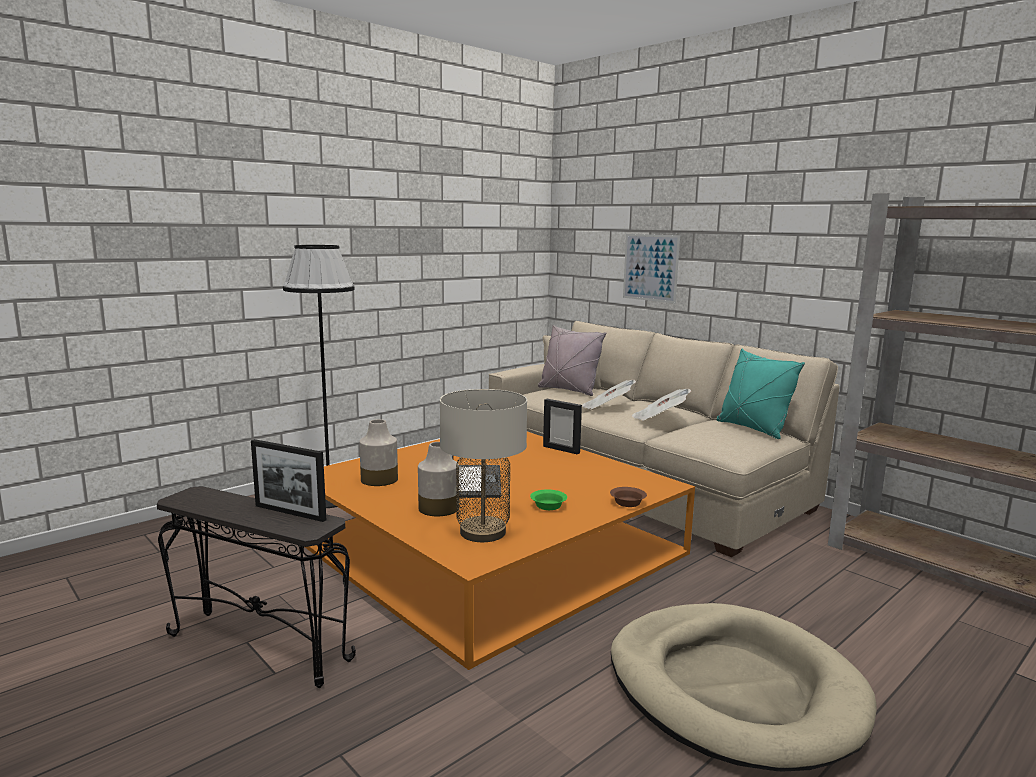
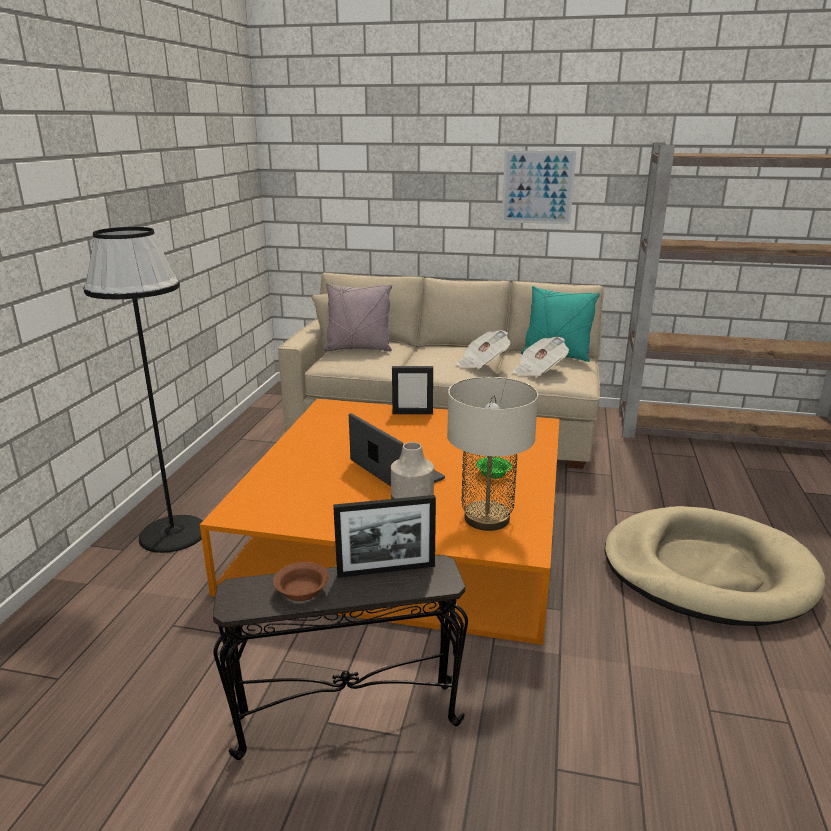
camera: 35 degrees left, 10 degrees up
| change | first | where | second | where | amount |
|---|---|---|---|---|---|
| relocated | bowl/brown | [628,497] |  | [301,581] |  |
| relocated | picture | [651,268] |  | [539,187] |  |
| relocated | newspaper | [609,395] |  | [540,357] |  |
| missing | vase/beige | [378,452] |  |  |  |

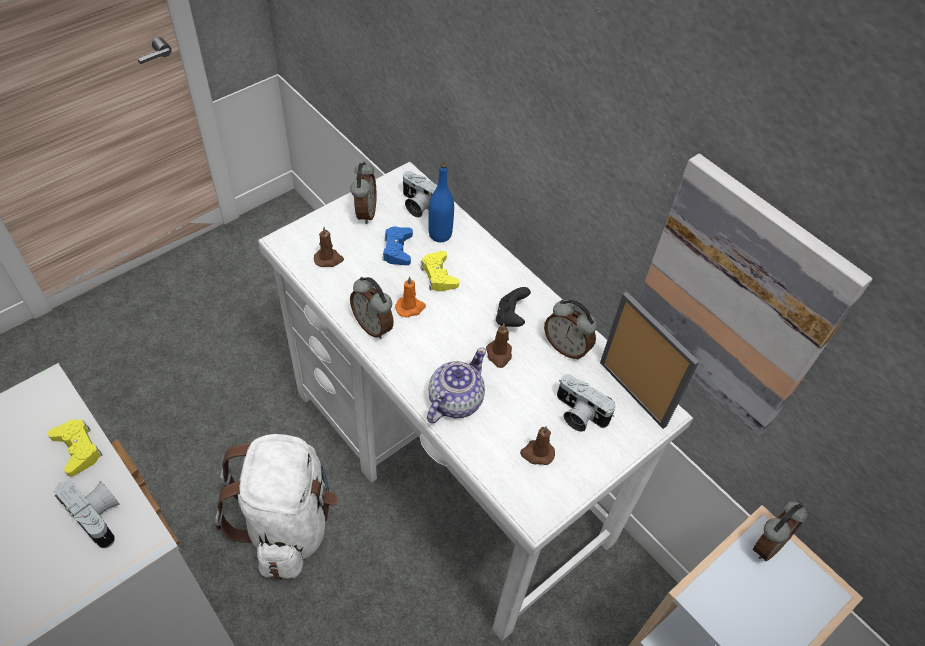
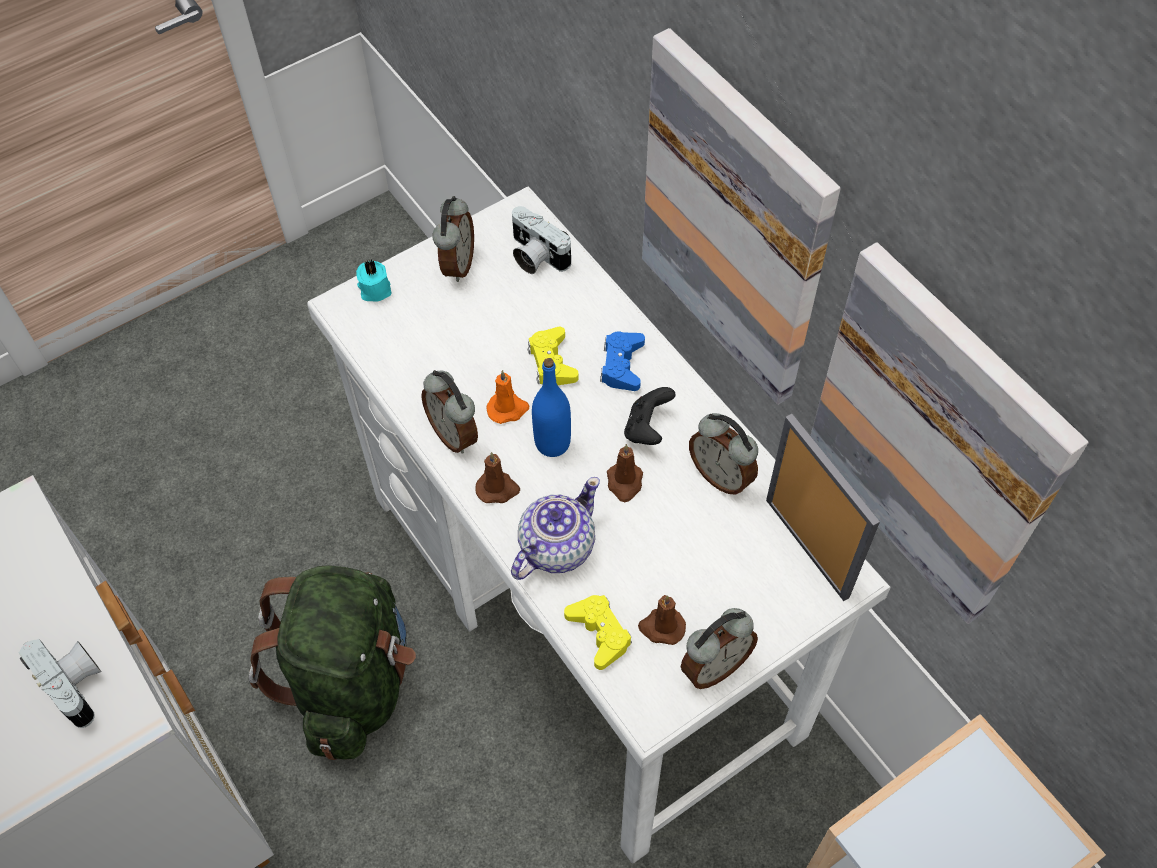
camera: 10 degrees right, 5 degrees up
| change | first | where | second | where | amount |
|---|---|---|---|---|---|
| colour | backpack/white | [276,507] | backpack/green | [332,662] |  |
| appeared |  |  | candle/turquoise | [374,281] |  |
| relocated | candle/brown | [329,247] |  | [497,477] |  |
| relocated | bottle/blue | [441,202] |  | [551,407] |  |
| relocated | game controller/yellow | [75,448] |  | [598,632] |  |
| relocated | game controller/blue | [398,245] |  | [622,361] |  |
| appeared |  |  | picture | [741,216] |  |
| relocated | alarm clock | [780,531] |  | [719,648] |  |
| missing | photo camera | [586,403] |  |  |  |

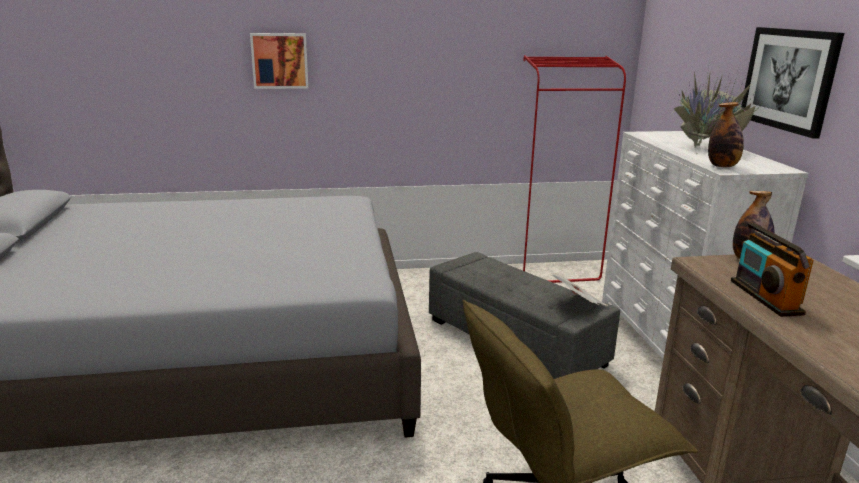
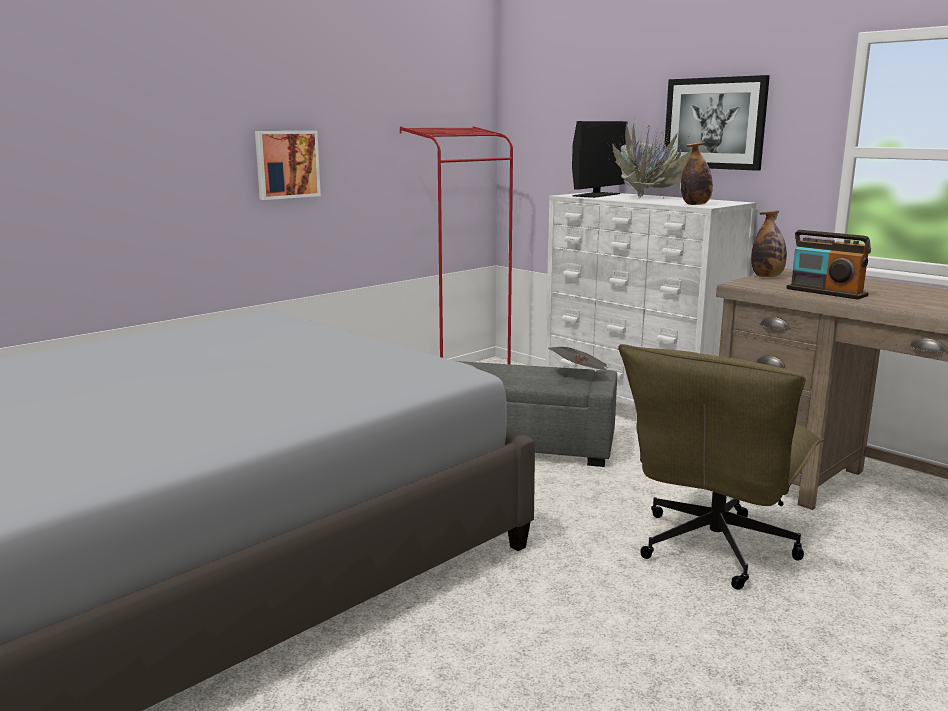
camera: 35 degrees left, 5 degrees down
| change | first | where | second | where | amount |
|---|---|---|---|---|---|
| relocated | picture | [279,61] |  | [288,165] |  |
| appeared |  |  | monitor | [599,159] |  |

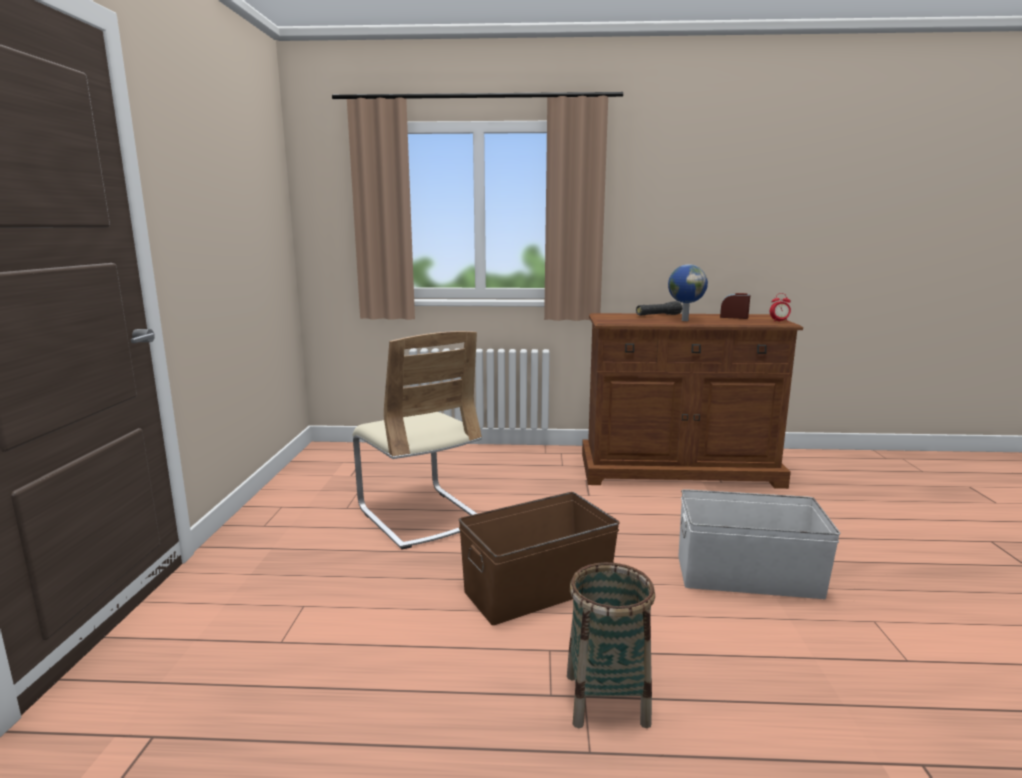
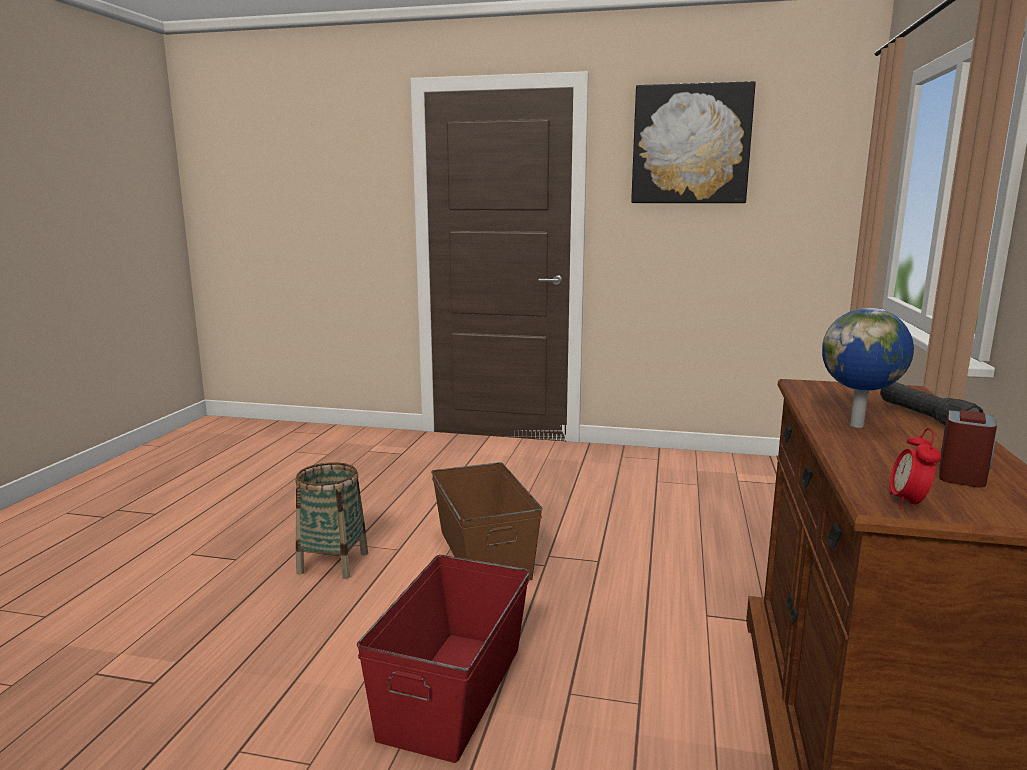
camera: 100 degrees right, 0 degrees up
| change | first | where | second | where | amount |
|---|---|---|---|---|---|
| colour | storage box/white | [759,544] | storage box/red | [443,659] |  |
| appeared |  |  | picture | [693,142] |  |
| missing | chair/beige | [417,440] |  |  |  |

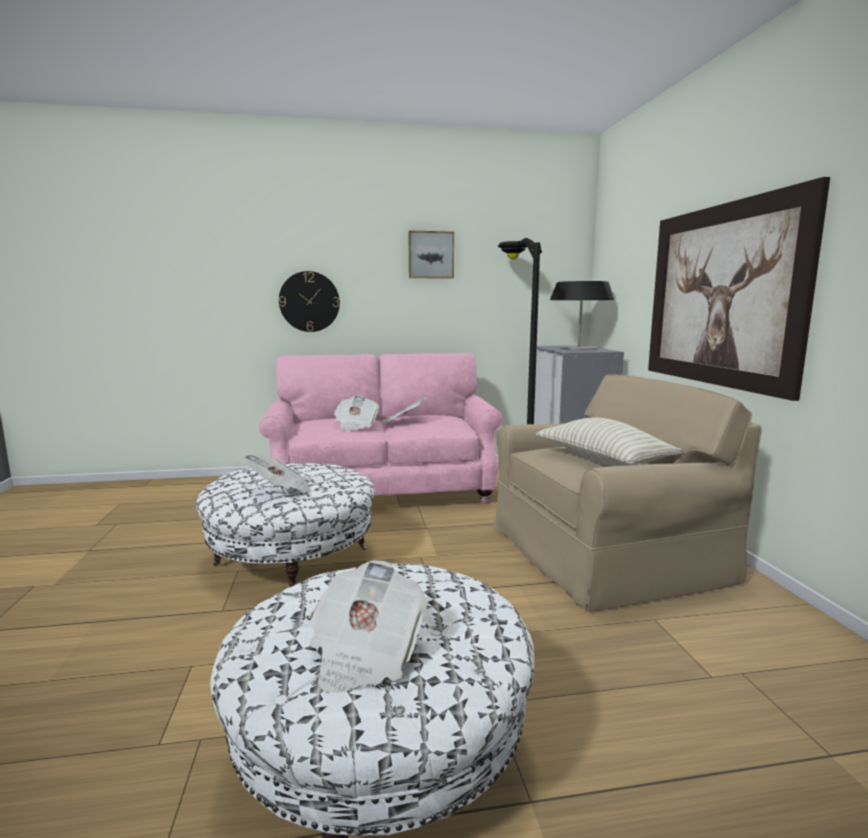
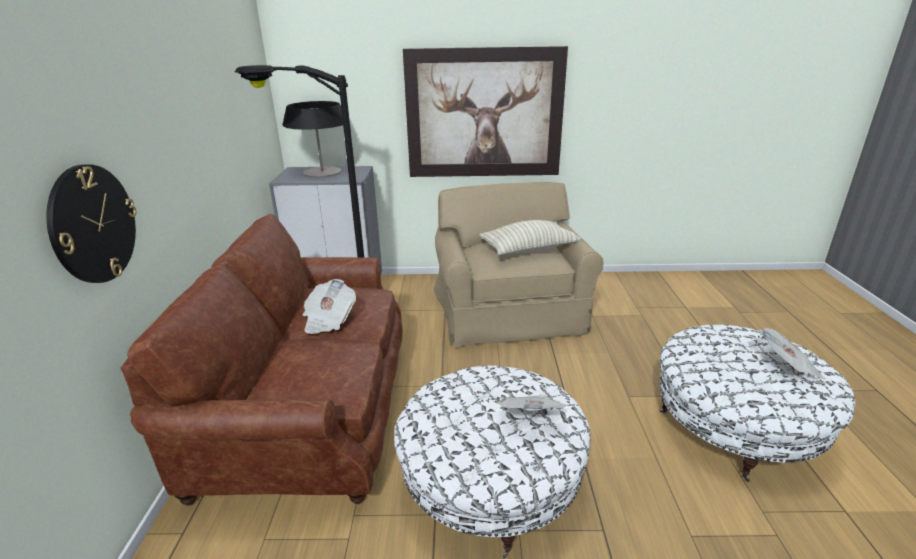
camera: 80 degrees left, 15 degrees up
| change | first | where | second | where | amount |
|---|---|---|---|---|---|
| colour | sofa/pink | [381,428] | sofa/brown | [262,360] |  |
| missing | newspaper | [356,413] |  |  |  |
| missing | picture | [431,255] |  |  |  |

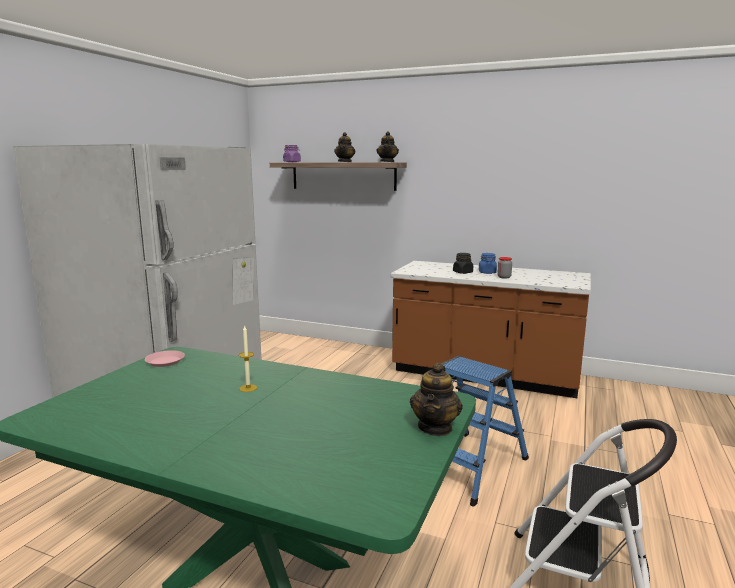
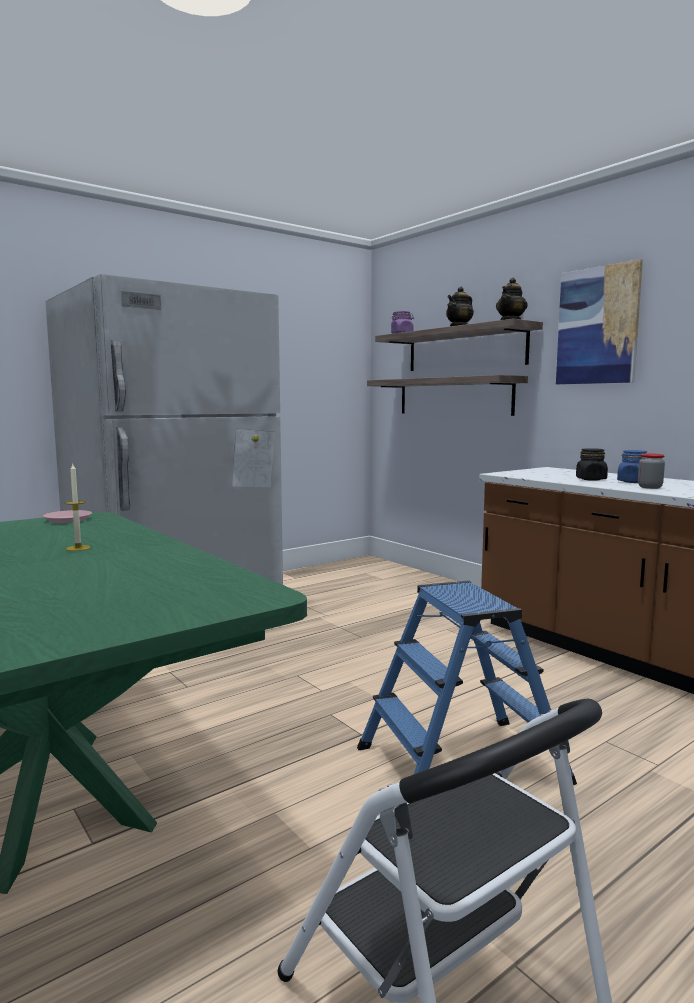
camera: 30 degrees right, 5 degrees down
| change | first | where | second | where | amount |
|---|---|---|---|---|---|
| appeared |  |  | shelf | [447,395] |  |
| appeared |  |  | picture | [599,321] |  |
| missing | teapot | [436,399] |  |  |  |

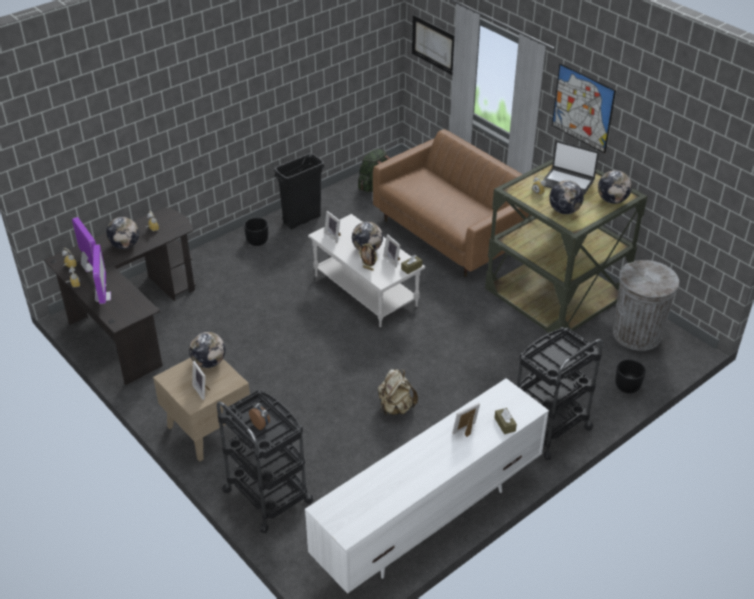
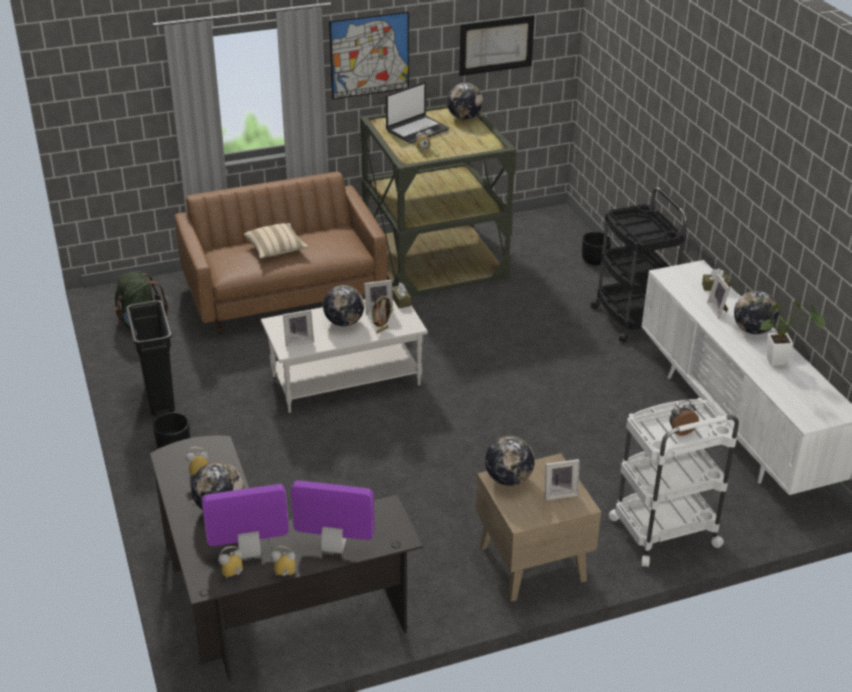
camera: 70 degrees left, 5 degrees down
| change | first | where | second | where | amount |
|---|---|---|---|---|---|
| appeared |  |  | pillow/beige | [276,240] |  |
| relocated | picture | [433,45] |  | [497,45] |  |
| colour | cart/black | [265,461] | cart/white | [674,482] |  |
| relocated | globe | [566,197] |  | [756,312] |  |
| appeared |  |  | potted plant | [789,331] |  |
| missing | backpack/beige | [398,392] |  |  |  |
| missing | trash can/grey | [646,305] |  |  |  |

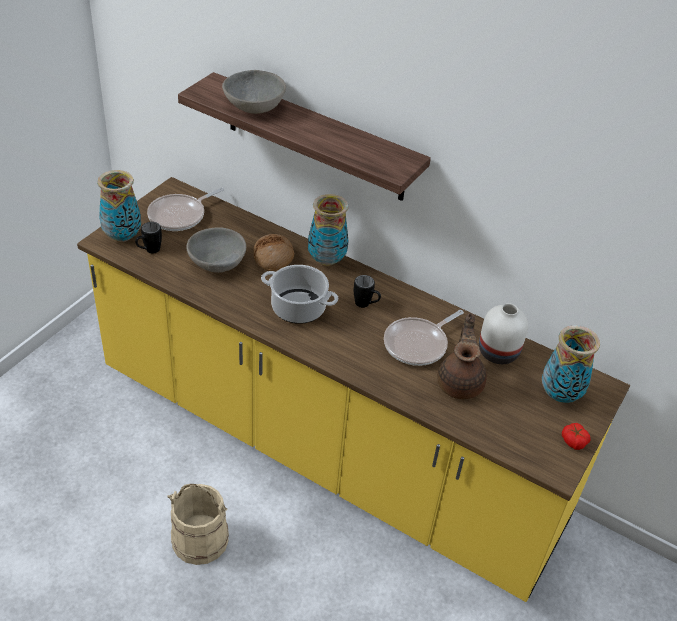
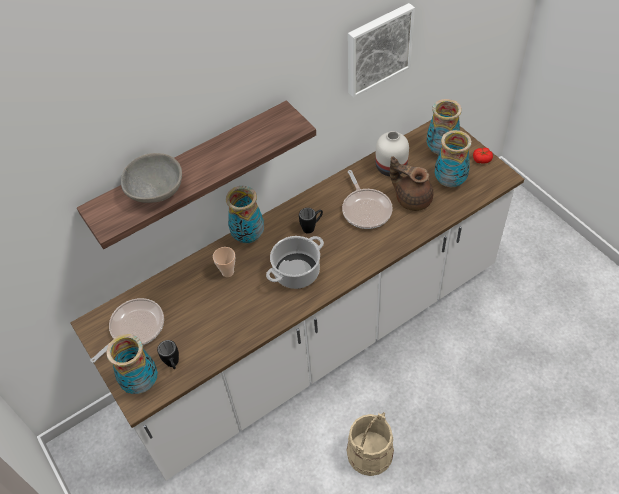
camera: 60 degrees left, 10 degrees up
| change | first | where | second | where | amount |
|---|---|---|---|---|---|
| colour | counter/yellow | [353,389] | counter/white | [297,300] |  |
| spun | frying pan | [185,209] |  | [127,330] | 120 degrees counterclockwise |
| exchanged | bread | [273,252] | cup | [224,262] |  |
| appeared |  |  | picture | [381,50] |  |
| appeared |  |  | vase | [453,159] |  |
| missing | bowl/grey | [216,250] |  |  |  |

